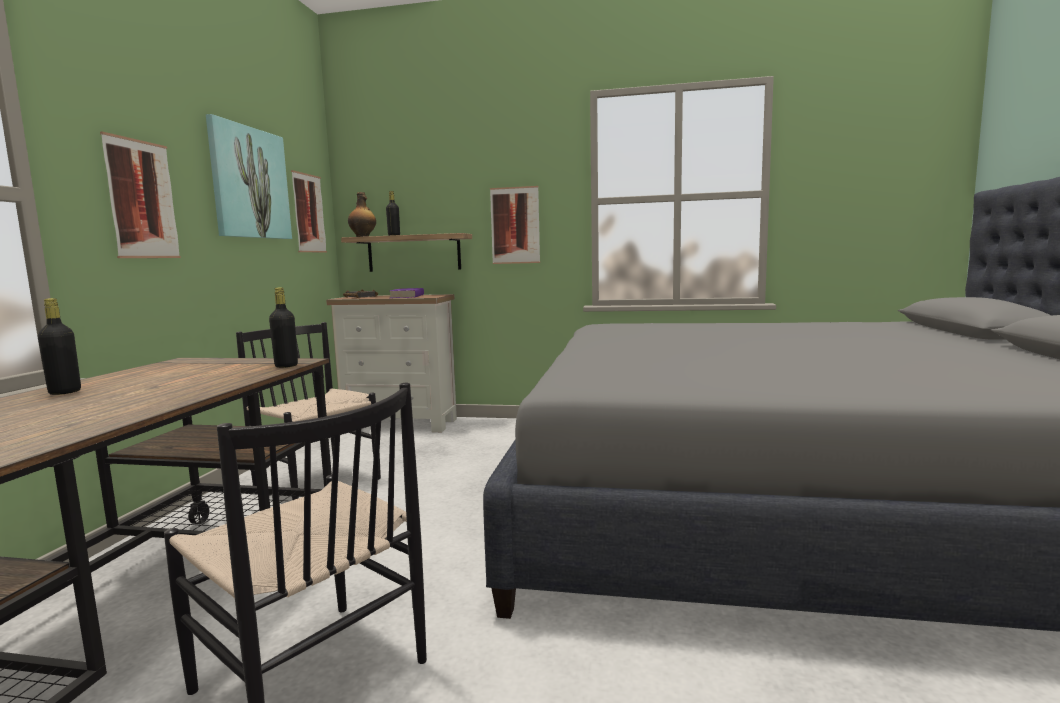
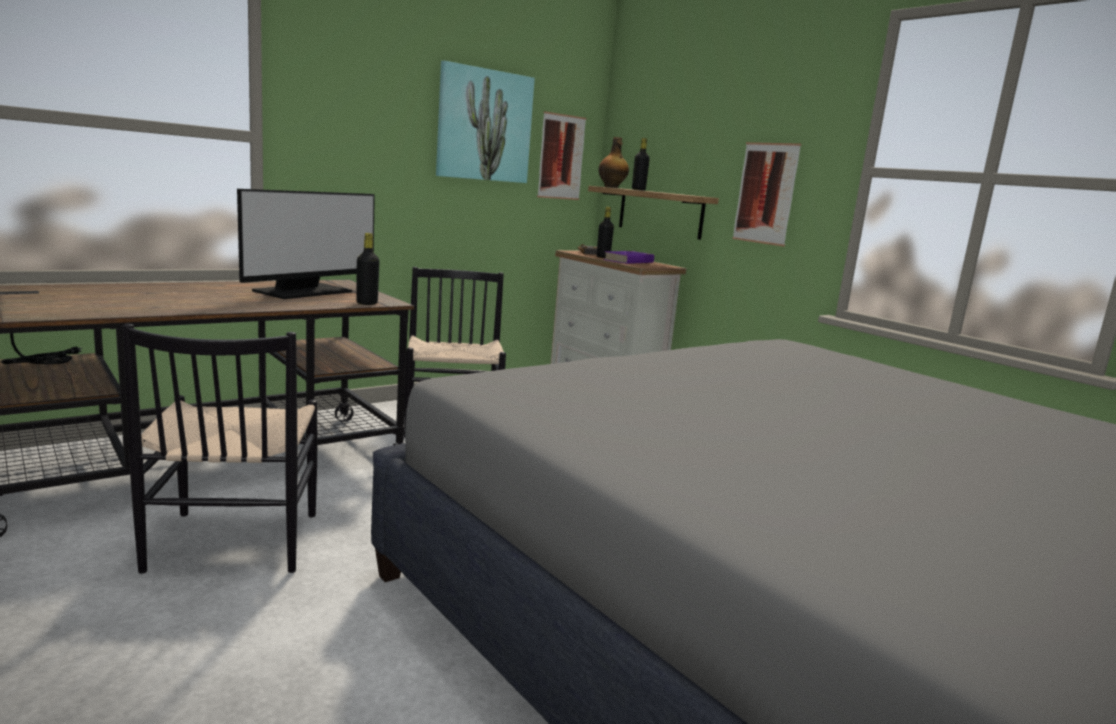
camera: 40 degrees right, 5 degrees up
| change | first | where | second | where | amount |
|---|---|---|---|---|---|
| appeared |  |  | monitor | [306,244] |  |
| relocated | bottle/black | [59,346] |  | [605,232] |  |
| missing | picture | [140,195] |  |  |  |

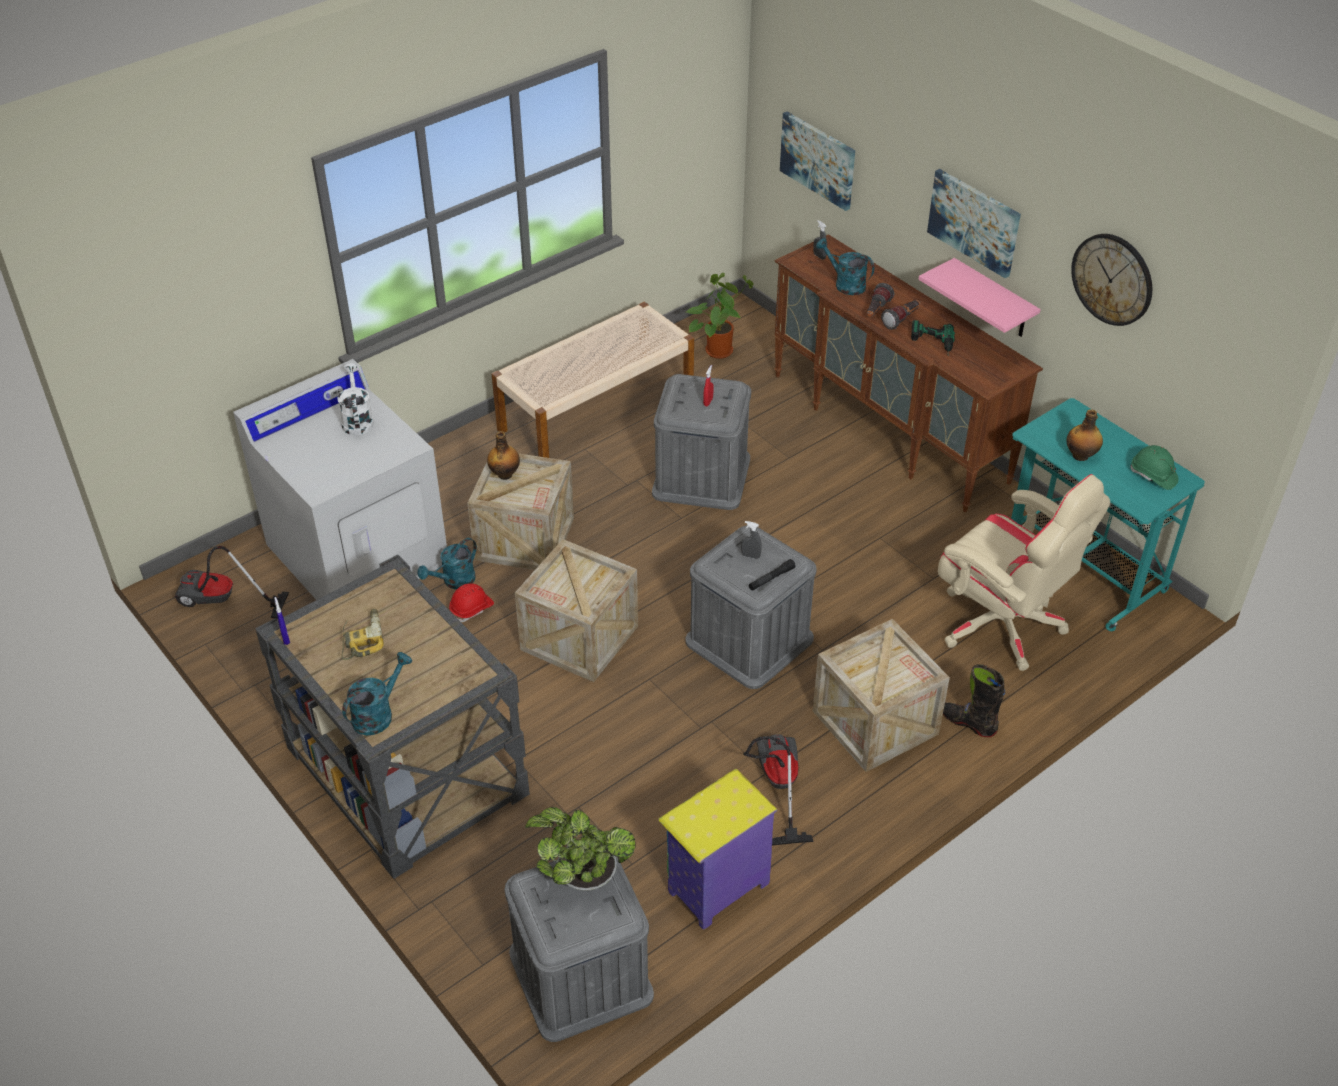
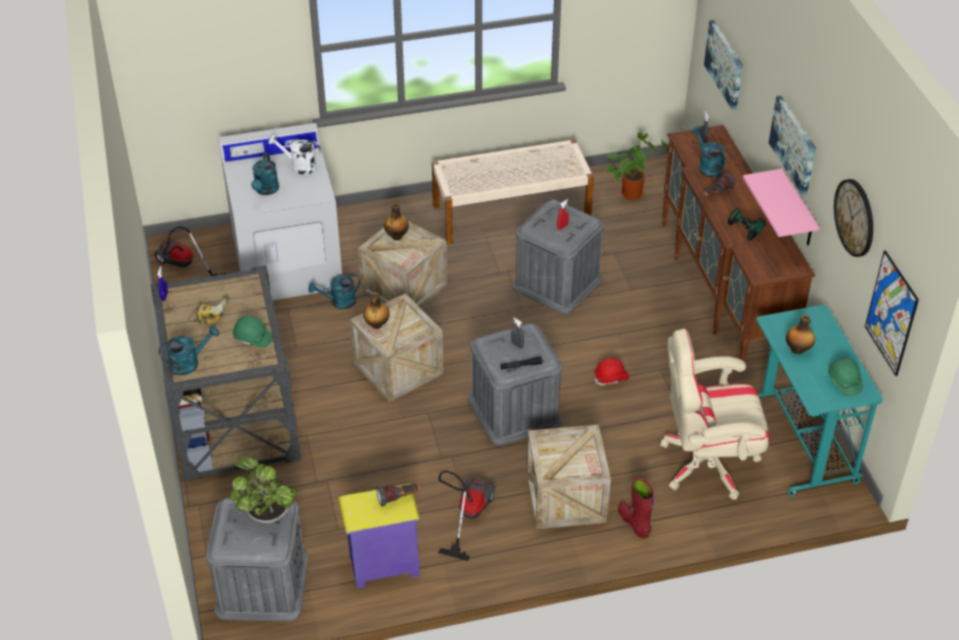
camera: 25 degrees right, 0 degrees up
| change | first | where | second | where | amount |
|---|---|---|---|---|---|
| appeared |  |  | hard hat/green | [252,332] |  |
| appeared |  |  | watering can/turquoise | [265,174] |  |
| spun | watering can/white | [355,399] |  | [294,154] | 90 degrees counterclockwise |
| appeared |  |  | bottle | [376,311] |  |
| relocated | flashlight | [901,315] |  | [398,495] |  |
| relocated | hard hat/red | [471,602] |  | [612,371] |  |
| colour | boot/black | [974,700] | boot/red | [636,508] |  |
| spun | office chair/beige | [1024,572] |  | [715,414] | 105 degrees clockwise |
| appeared |  |  | picture | [892,313] |  |

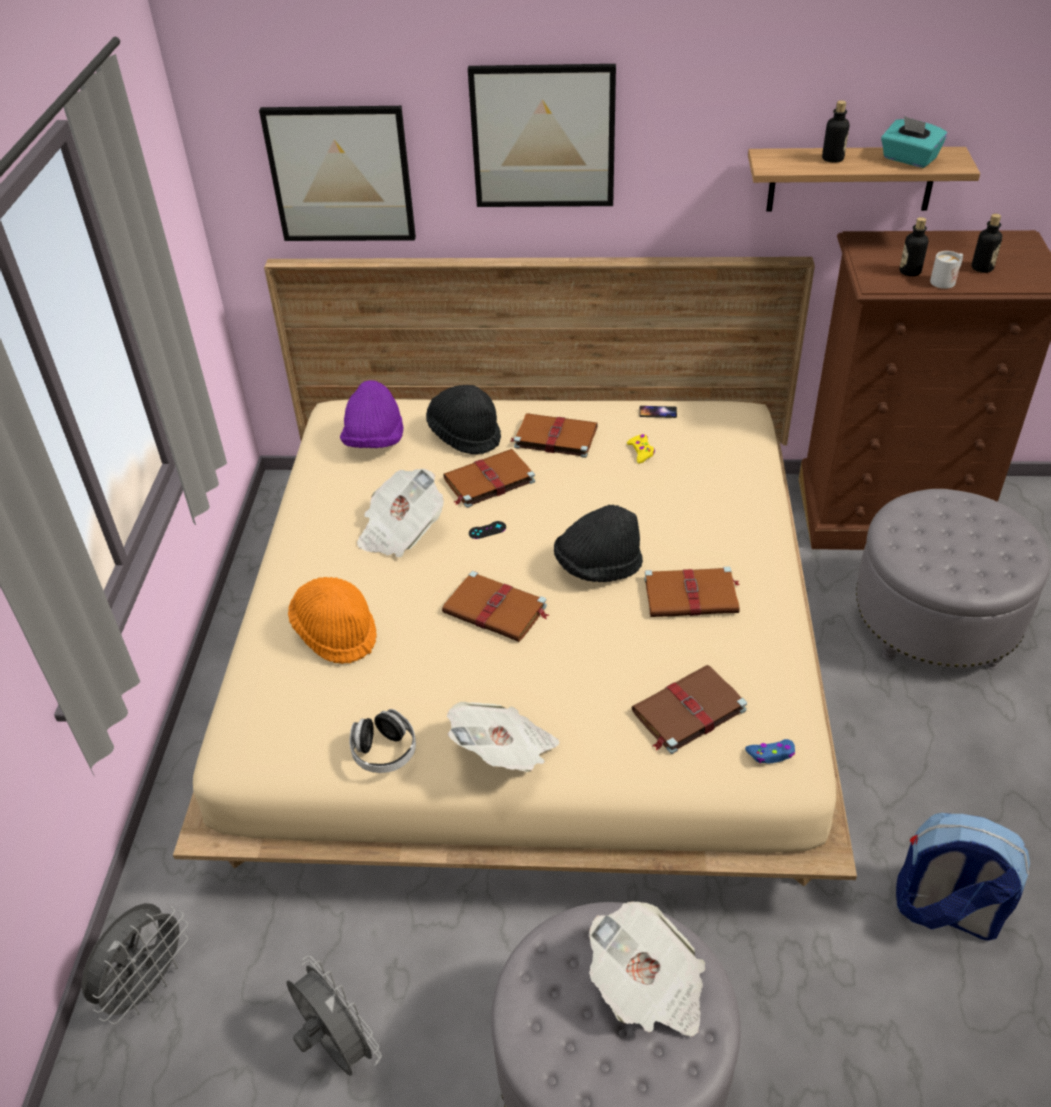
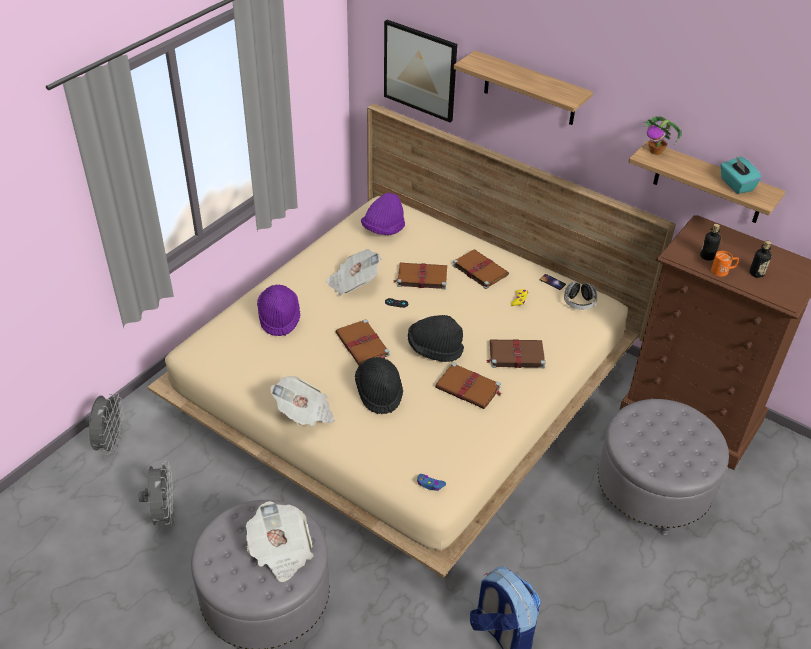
camera: 30 degrees right, 0 degrees up
| change | first | where | second | where | amount |
|---|---|---|---|---|---|
| spun | fan/grey | [134,964] |  | [104,424] | 60 degrees counterclockwise |
| colour | hat/orange | [332,620] | hat/purple | [278,310] |  |
| relocated | hat/black | [463,419] |  | [379,385] |  |
| exchanged | picture | [542,135] | shelf | [523,87] |  |
| relocated | book/brown | [689,709] |  | [515,353] |  |
| relocated | headphones | [382,741] |  | [580,296] |  |
| appeared |  |  | potted plant | [662,135] |  |
| colour | mug/white | [946,270] | mug/orange | [725,264] |  |
| missing | bottle | [836,131] |  |  |  |

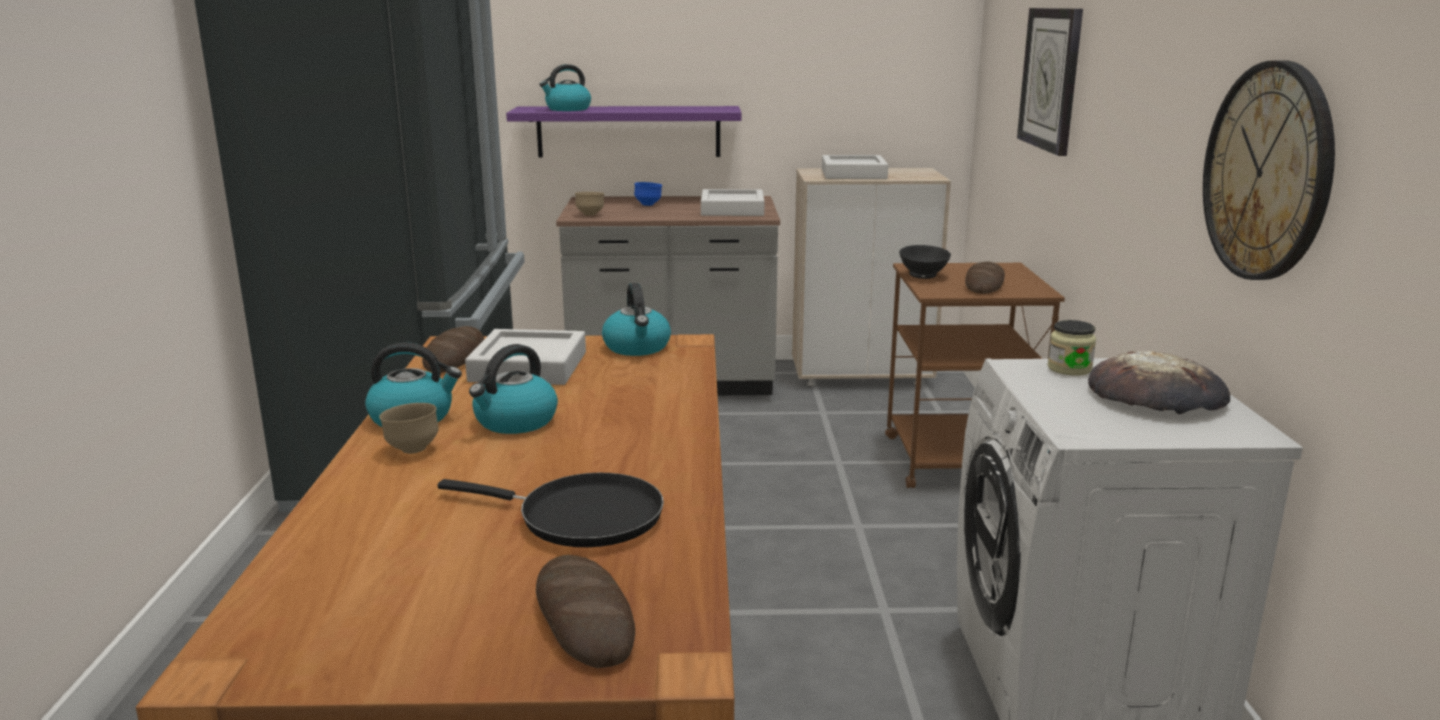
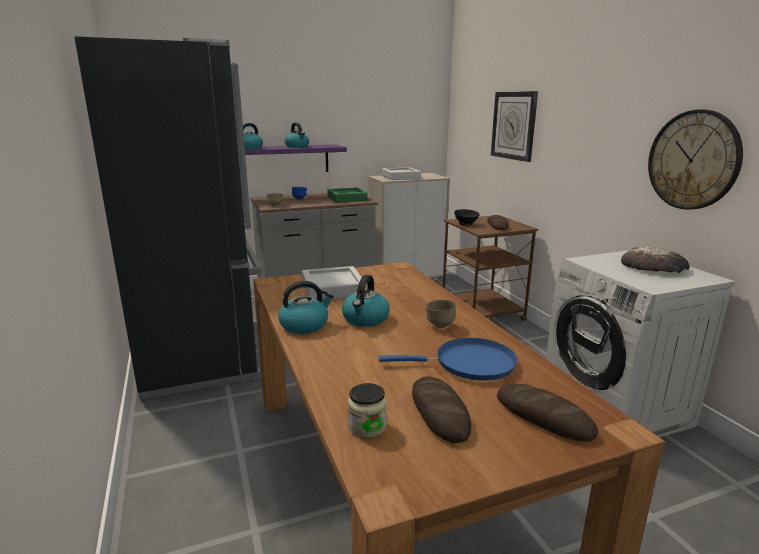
camera: 20 degrees left, 0 degrees up
| change | first | where | second | where | amount |
|---|---|---|---|---|---|
| relocated | kettle | [636,319] |  | [297,135] |  |
| colour | tray/grey | [732,202] | tray/green | [347,195] |  |
| relocated | jar | [1071,348] |  | [367,410] |  |
| colour | frying pan/black | [551,510] | frying pan/blue | [448,359] |  |
| relocated | bread | [453,349] |  | [441,409] |  |
| relocated | bowl/brown | [409,428] |  | [441,314] |  |

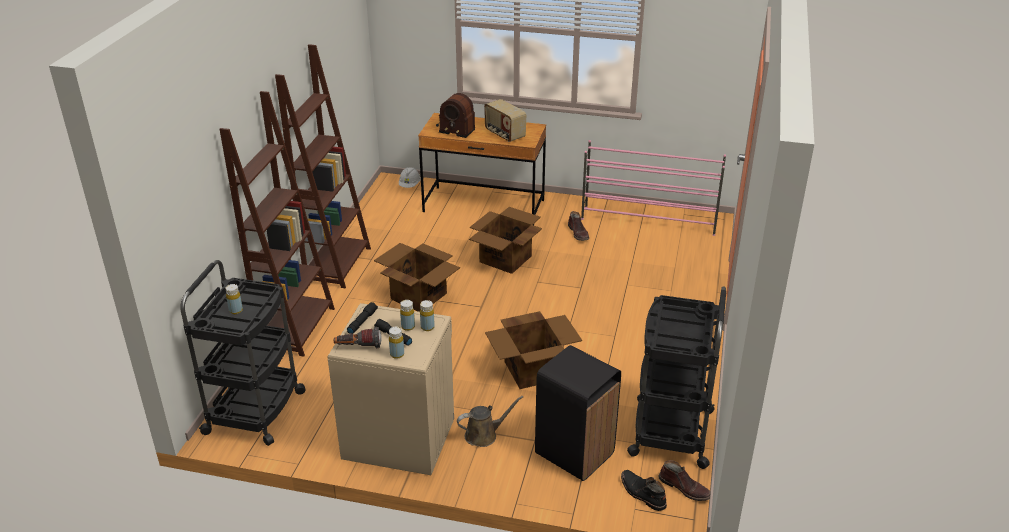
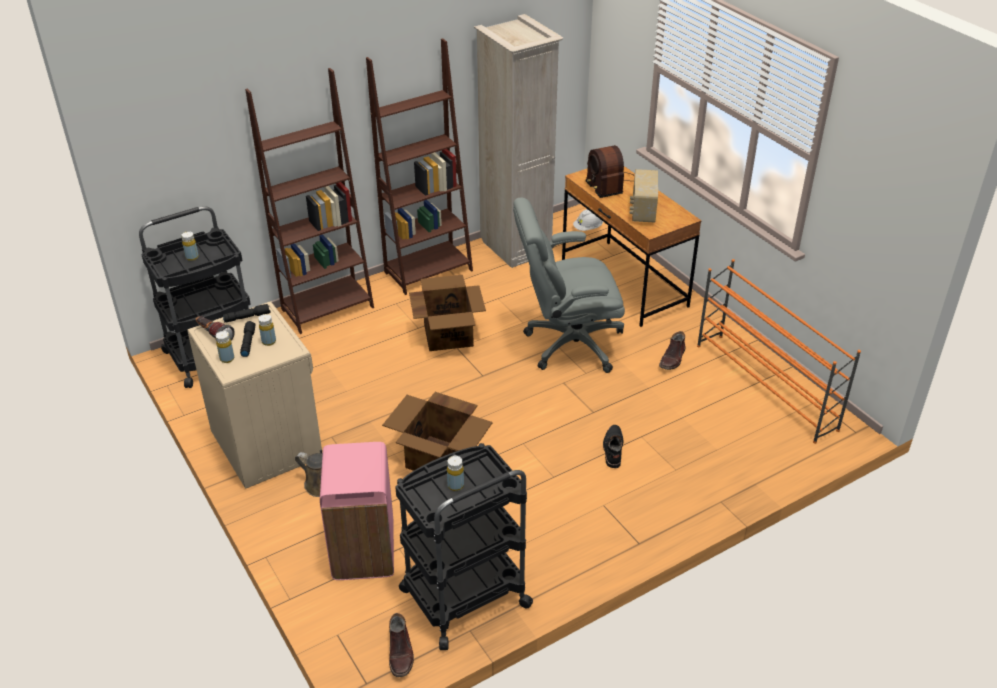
camera: 45 degrees right, 5 degrees up
| change | first | where | second | where | amount |
|---|---|---|---|---|---|
| colour | trash can/black | [578,413] | trash can/pink | [357,511] |  |
| relocated | bottle/yellow | [427,315] |  | [455,473] |  |
| appeared |  |  | cabinet/beige | [518,141] |  |
| exchanged | cardboard box | [505,240] | office chair/grey | [569,285] |  |
| relocated | boot/black | [644,490] |  | [613,446] |  |
| colour | shoe rack/pink | [653,188] | shoe rack/orange | [779,351] |  |

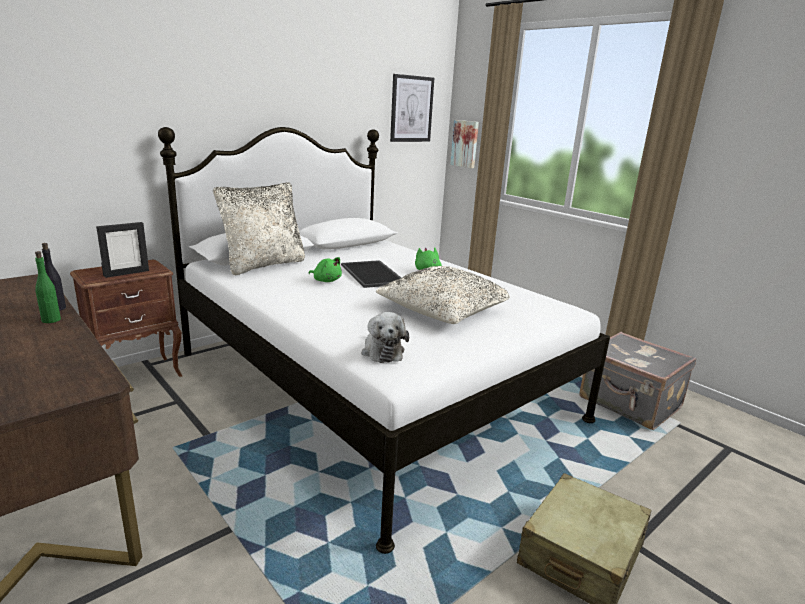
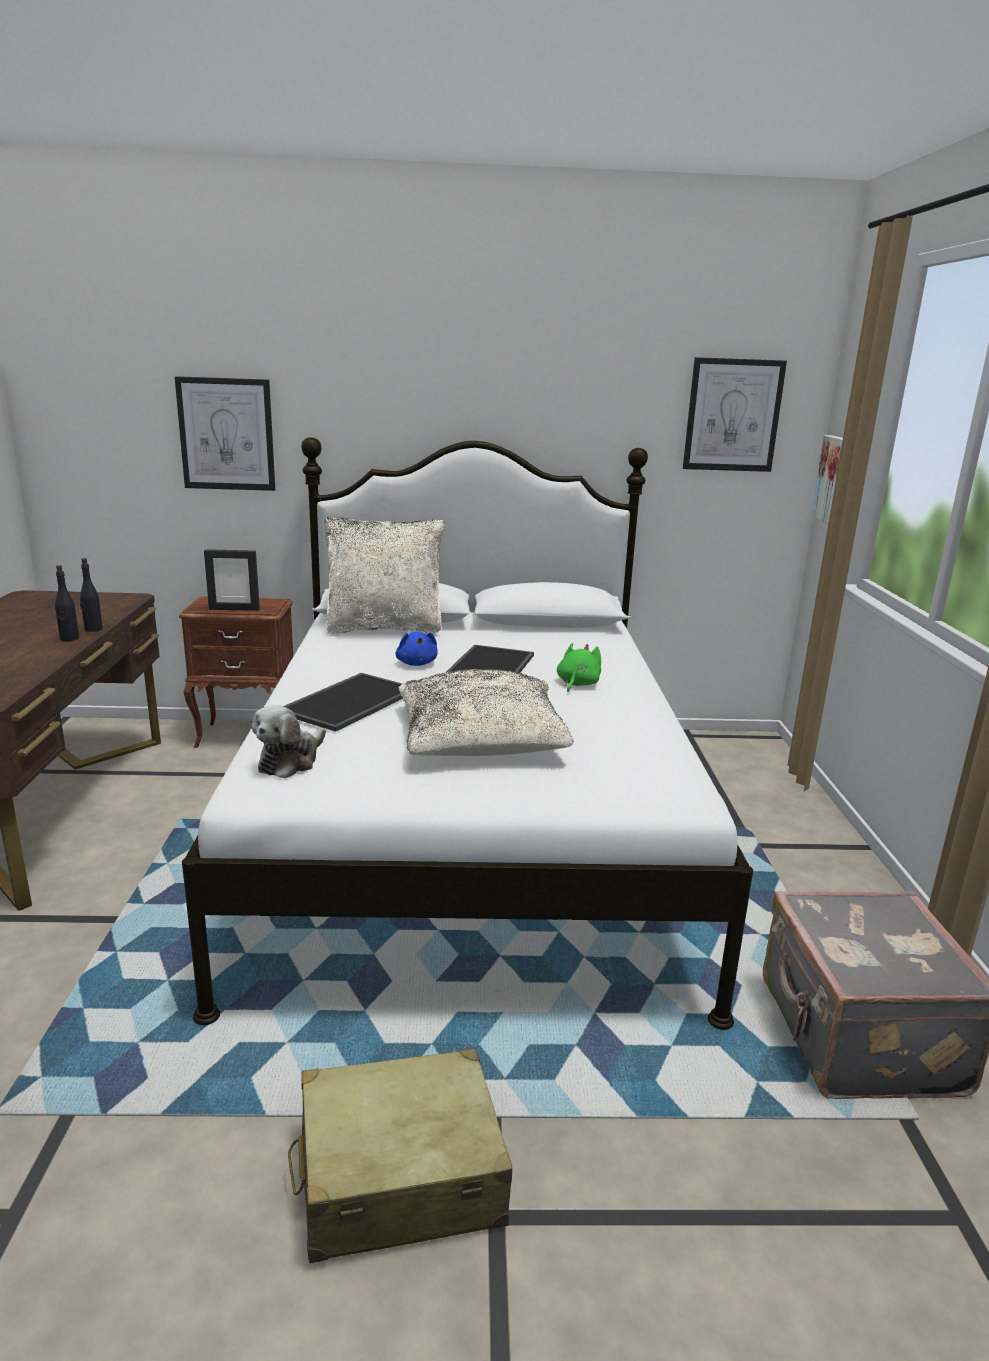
camera: 40 degrees right, 0 degrees up
| change | first | where | second | where | amount |
|---|---|---|---|---|---|
| colour | bottle/green | [48,287] | bottle/black | [67,603] |  |
| appeared |  |  | picture | [225,433] |  |
| appeared |  |  | tray | [343,702] |  |
| colour | plush toy/green | [325,269] | plush toy/blue | [417,649] |  |

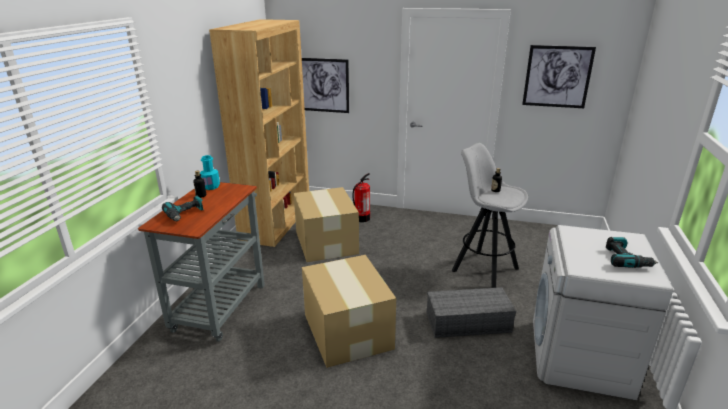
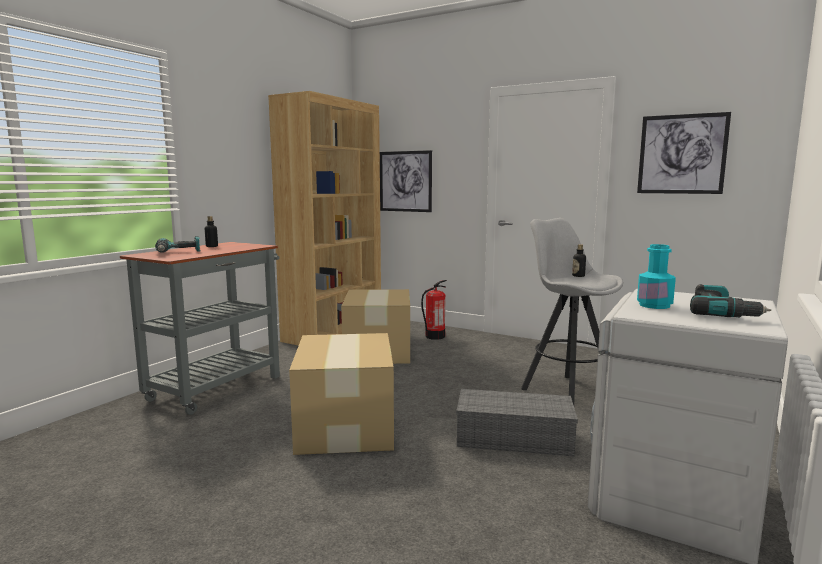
camera: 15 degrees right, 15 degrees down
| change | first | where | second | where | amount |
|---|---|---|---|---|---|
| relocated | bottle/turquoise | [210,172] |  | [656,276] |  |

